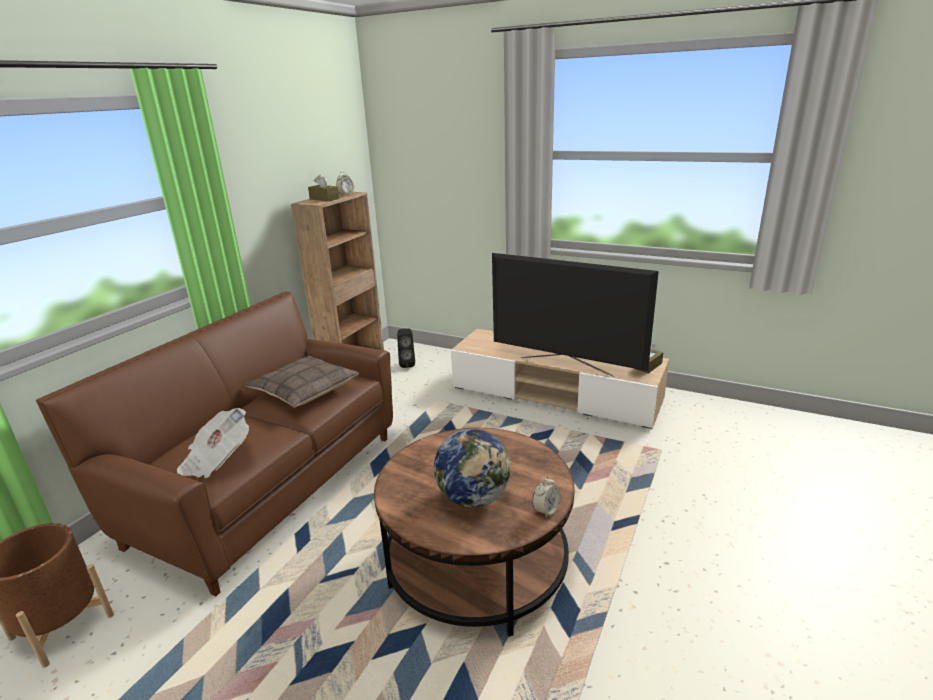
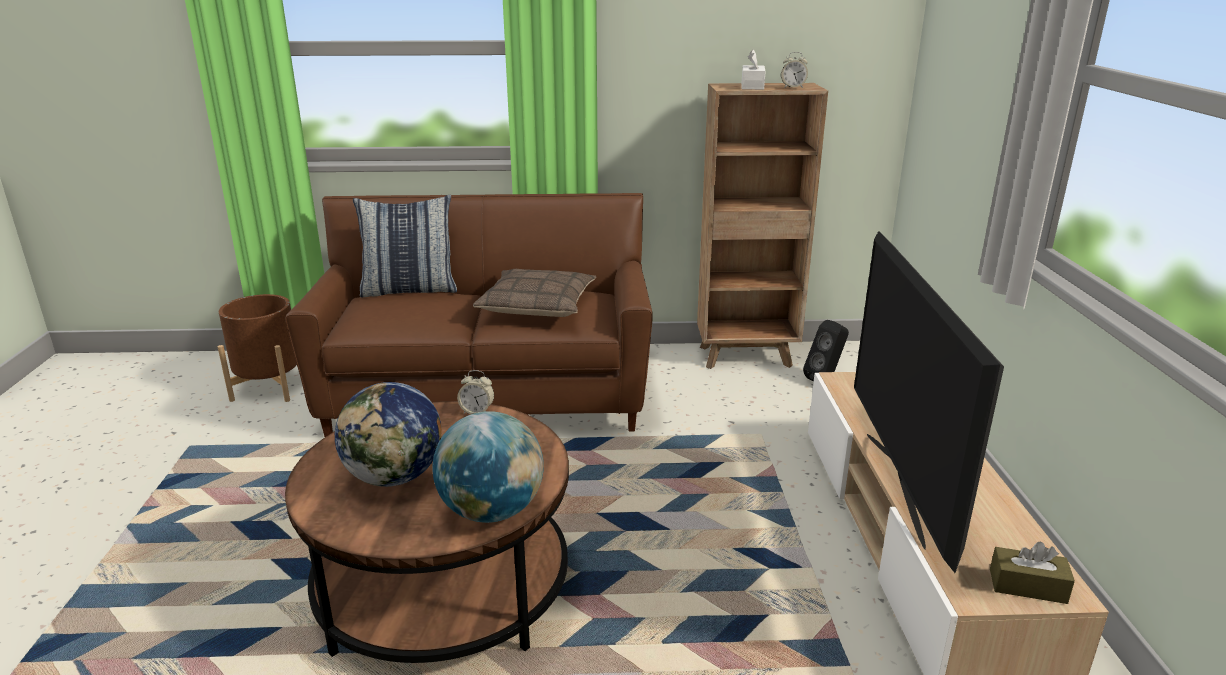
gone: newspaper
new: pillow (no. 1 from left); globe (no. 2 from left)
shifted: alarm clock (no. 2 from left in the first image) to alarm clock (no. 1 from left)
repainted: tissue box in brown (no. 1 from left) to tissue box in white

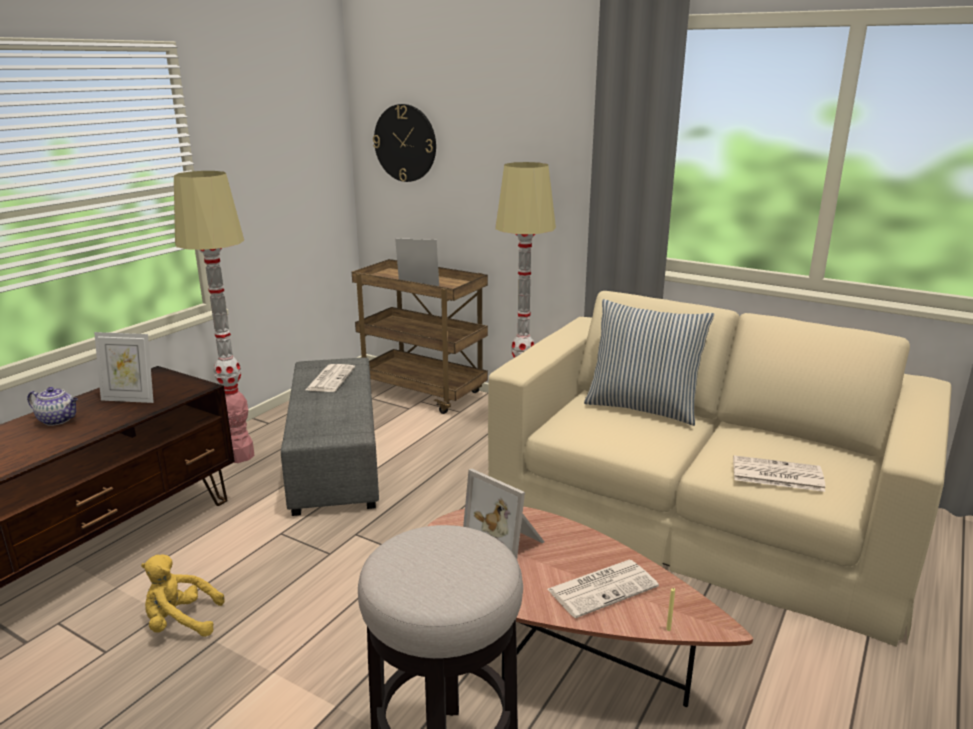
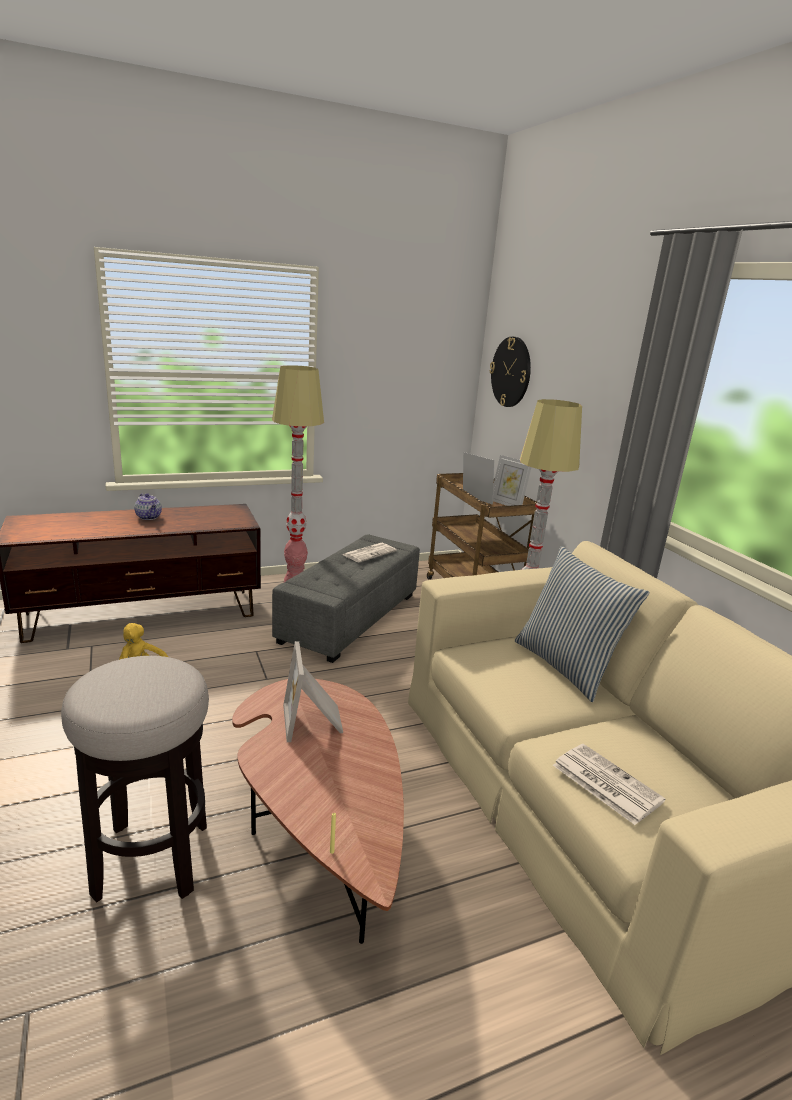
gone: newspaper (no. 2 from left)
shifted: picture frame (no. 1 from left in the first image) to picture frame (no. 3 from left)

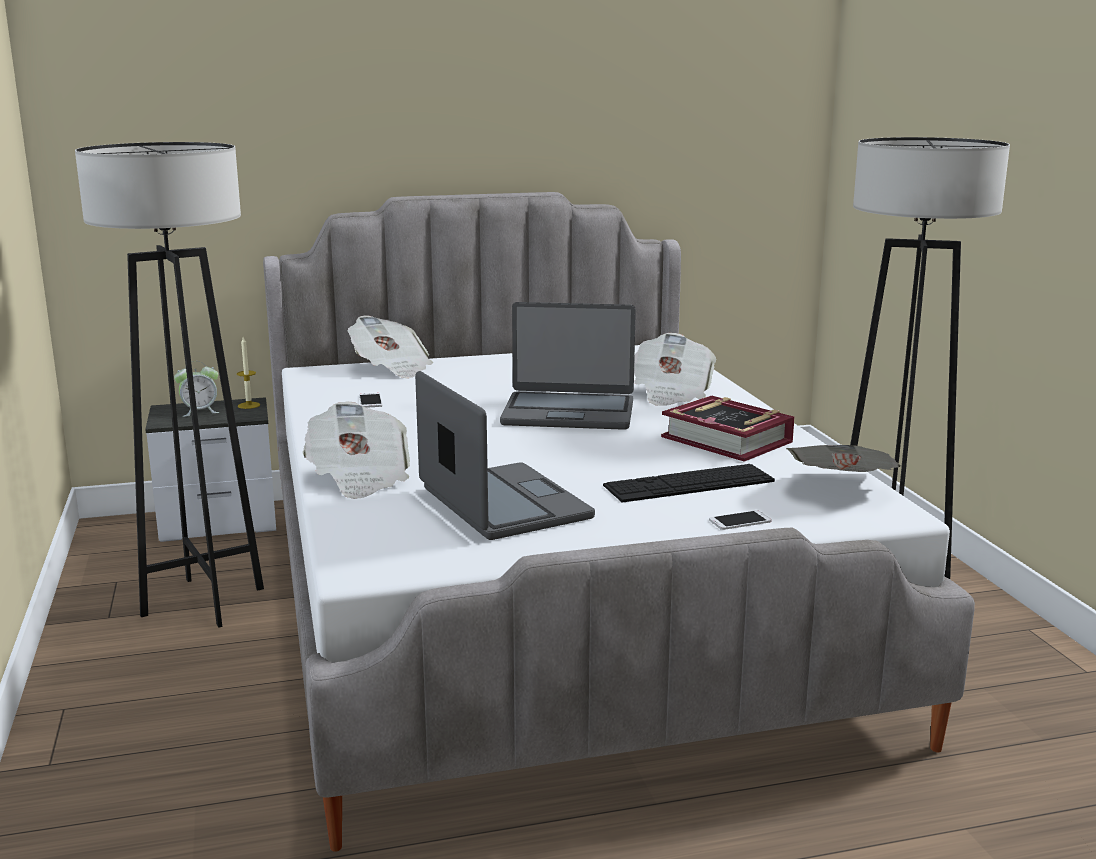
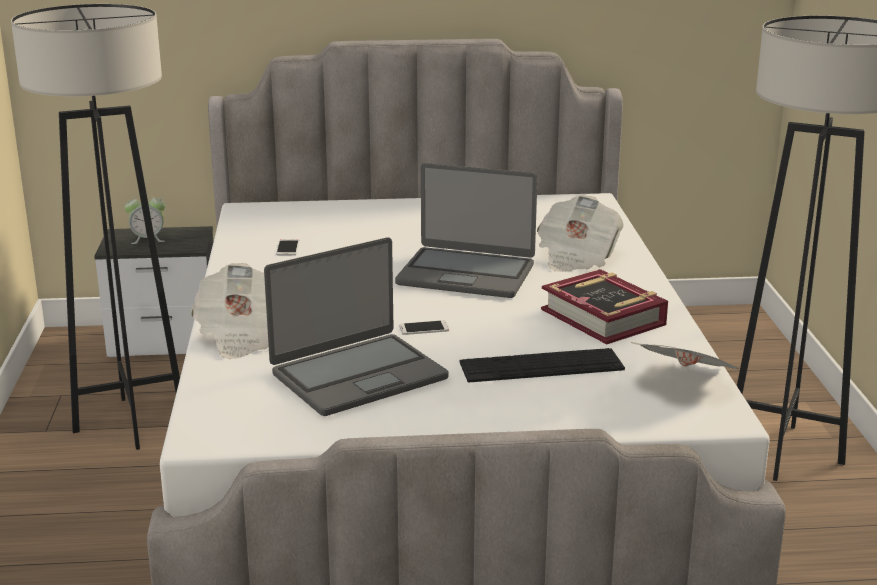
gone: candle; newspaper (no. 2 from left)
shifted: phone (no. 2 from left)
rotated: laptop (no. 1 from left) 75 degrees clockwise

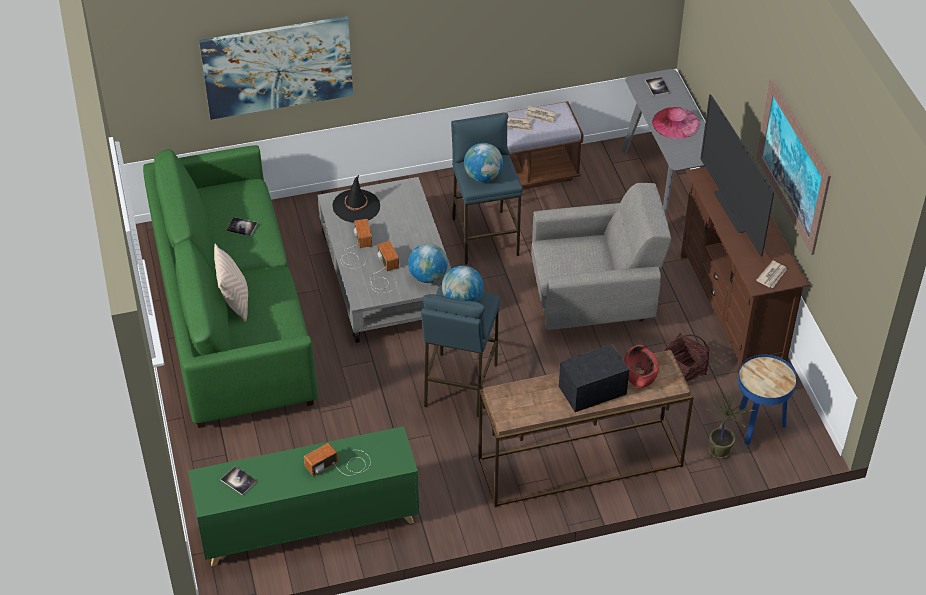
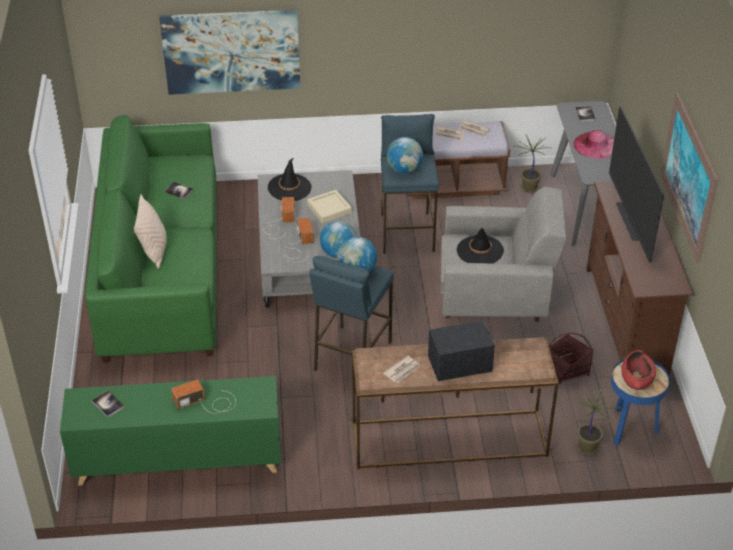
new: tray in beige; hat in black (no. 2 from left); potted plant (no. 1 from left)
shifted: newspaper (no. 3 from left in the first image) to newspaper (no. 1 from left); bowl in red

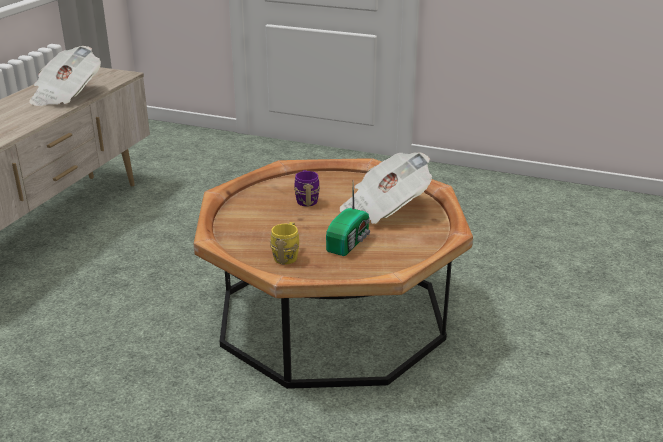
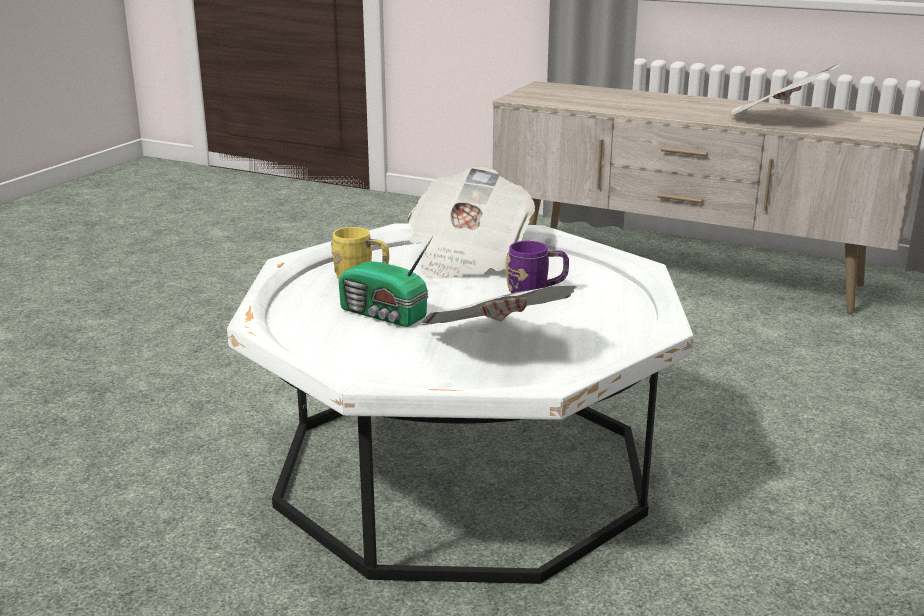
new: newspaper (no. 1 from left)
repainted: coffee table in brown to coffee table in white

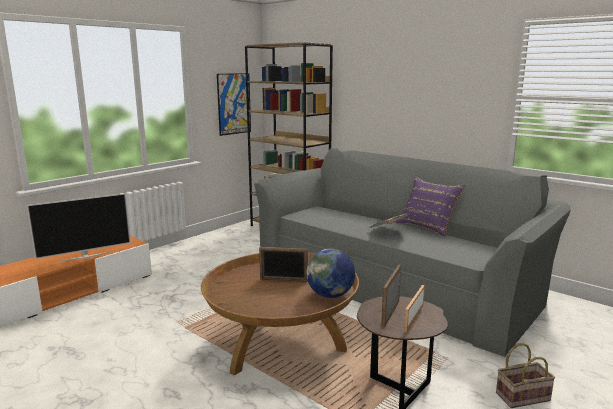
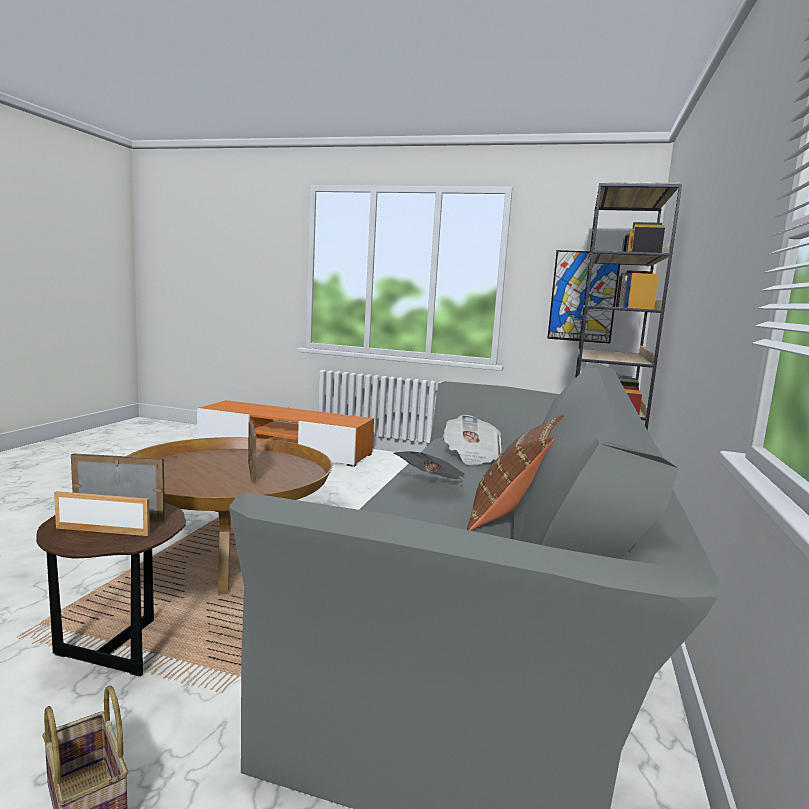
gone: television; globe
new: newspaper (no. 2 from left)
repainted: pillow in purple to pillow in brown

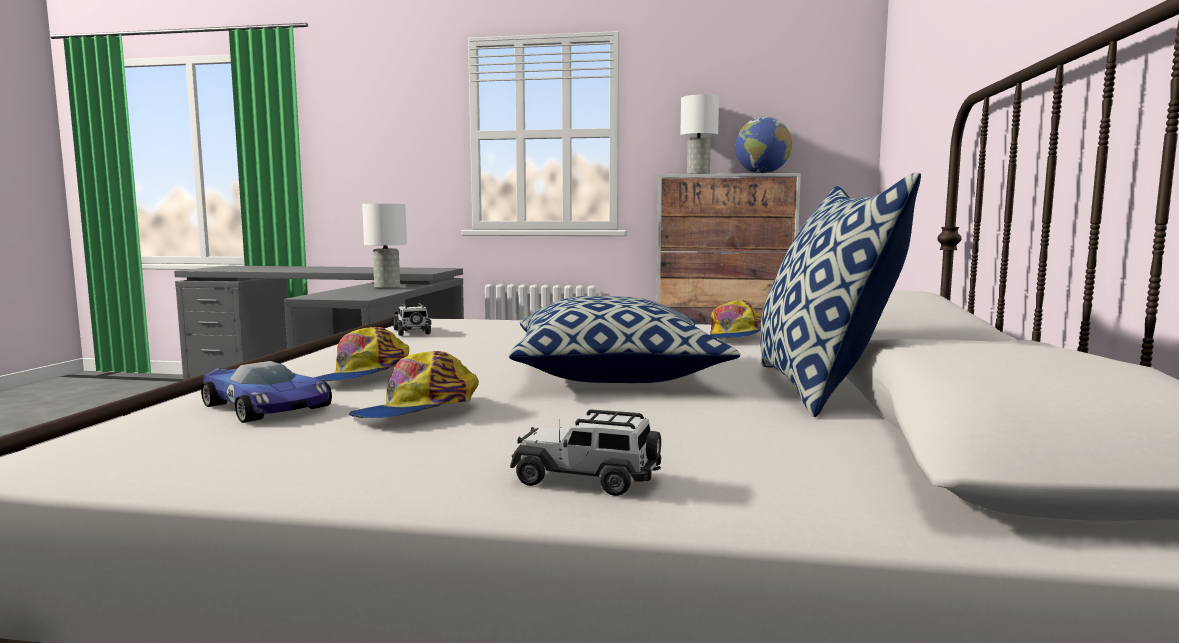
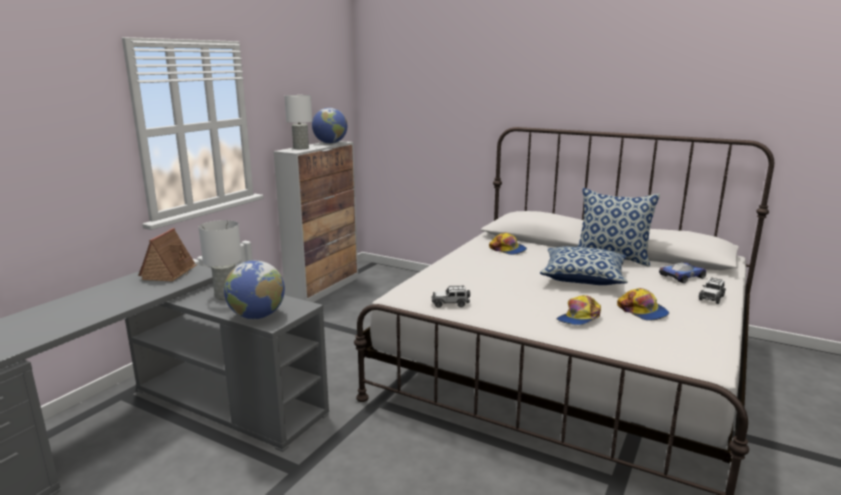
new: toy house; globe (no. 1 from left)
shifted: toy car (no. 1 from left in the first image) to toy car (no. 2 from left)
rotated: cap (no. 1 from left in the first image) 90 degrees clockwise

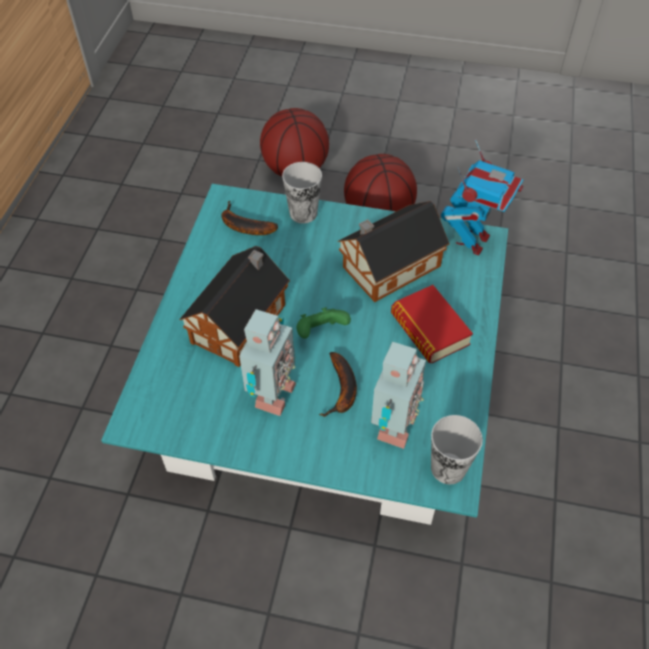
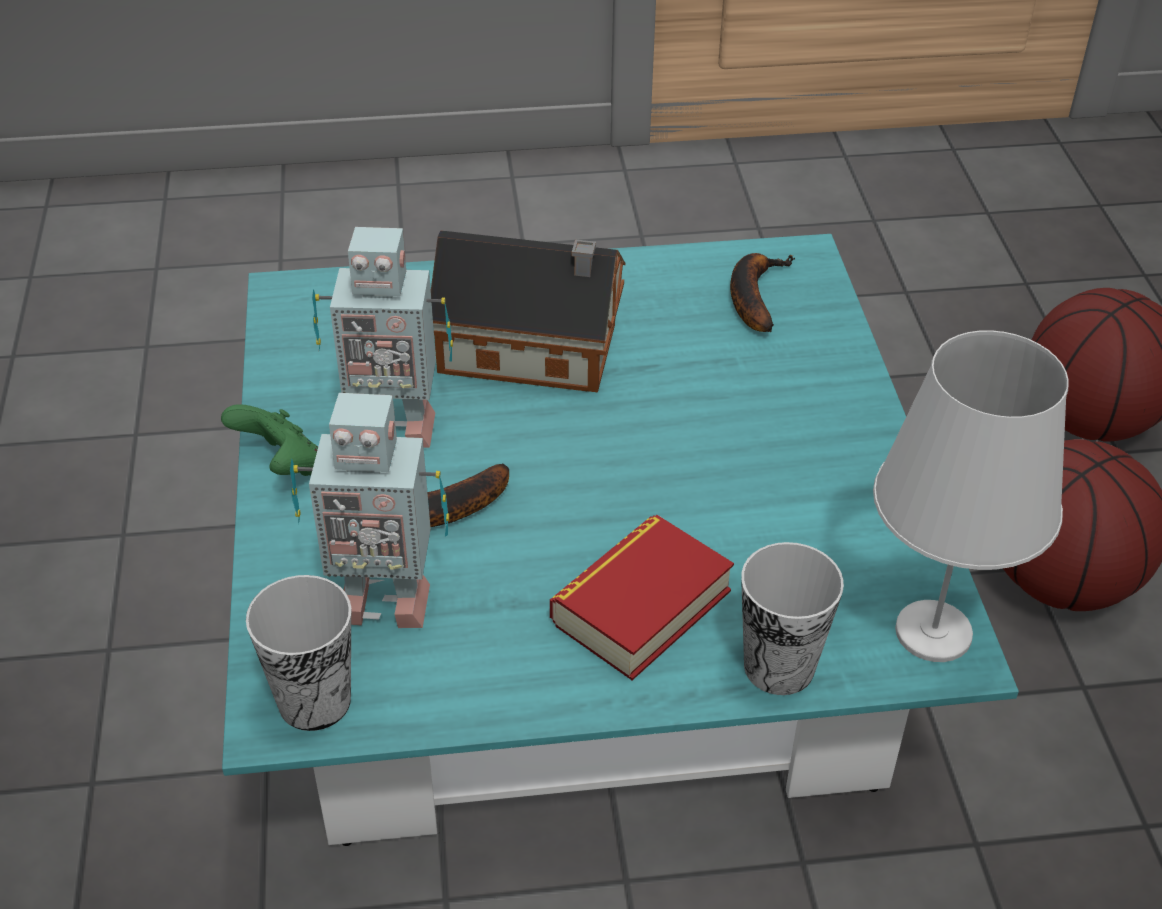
gone: toy house (no. 2 from left)
shifted: game controller in green; cup (no. 1 from left in the first image) to cup (no. 2 from left)
swapped: toy robot (no. 3 from left) to table lamp in white

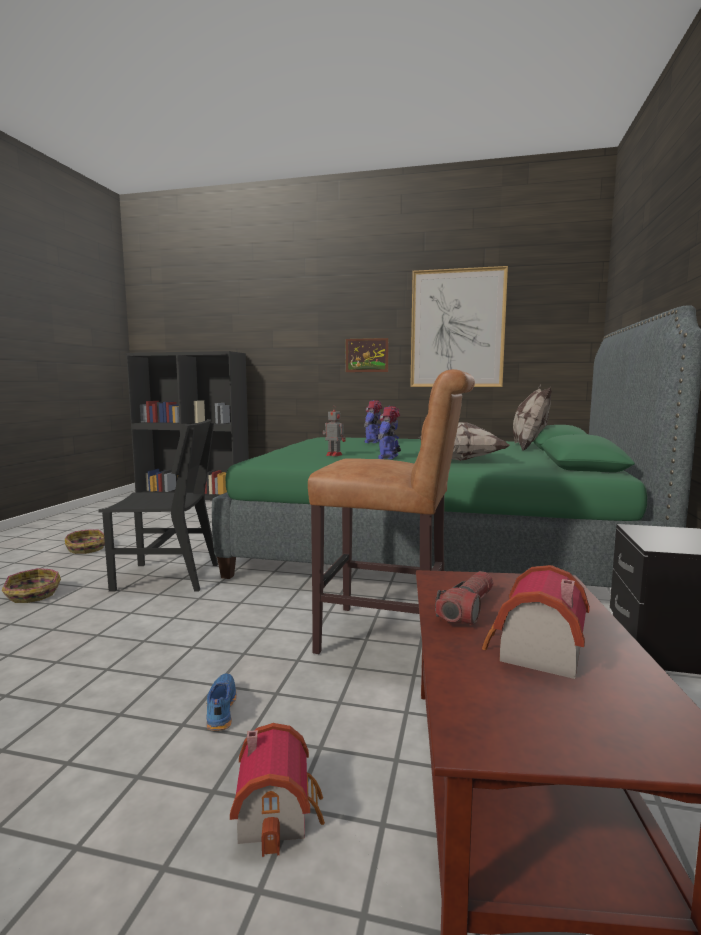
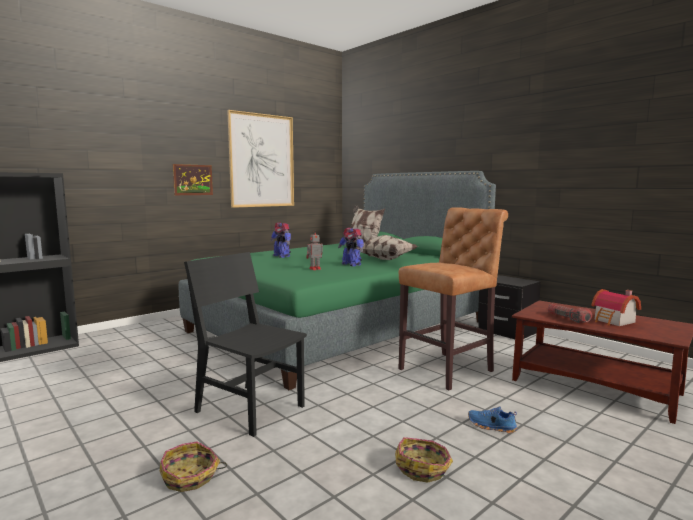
gone: toy house (no. 1 from left)
shifted: basket (no. 2 from left)
rotated: chair in black 90 degrees counterclockwise

